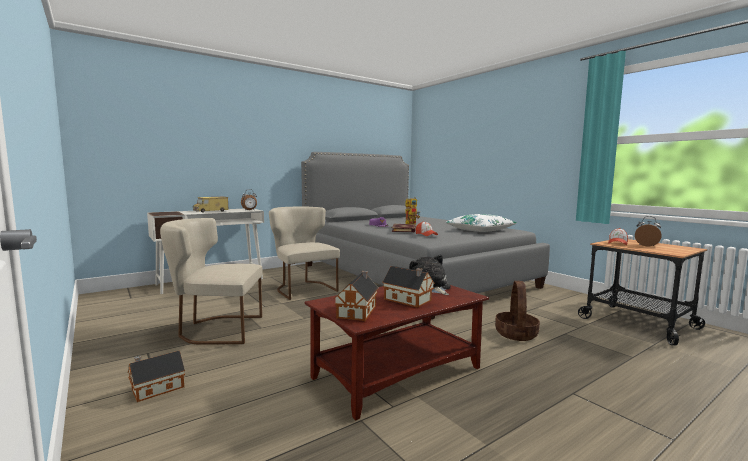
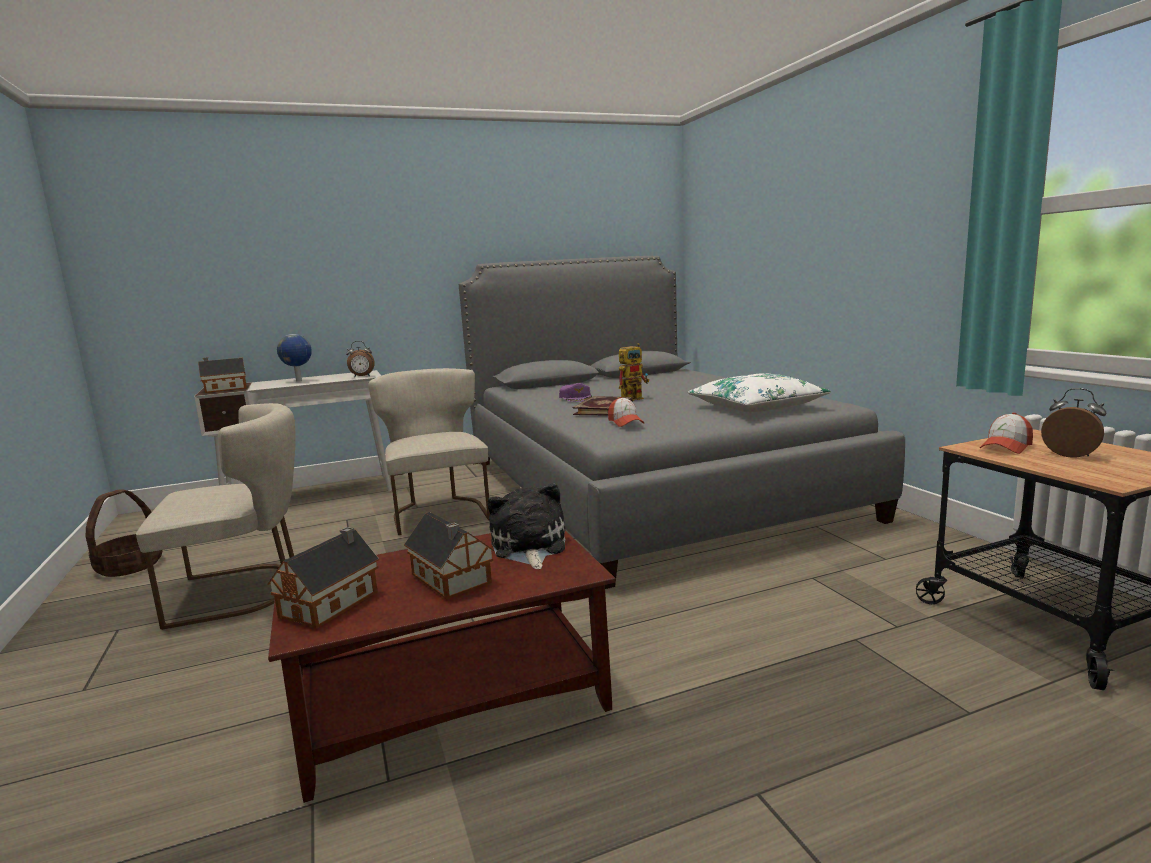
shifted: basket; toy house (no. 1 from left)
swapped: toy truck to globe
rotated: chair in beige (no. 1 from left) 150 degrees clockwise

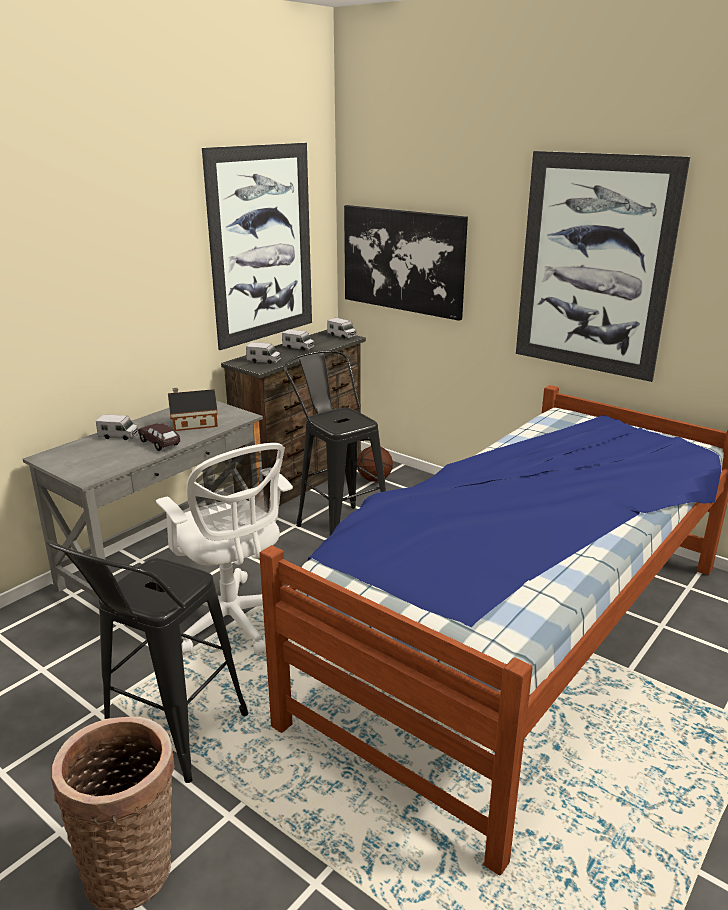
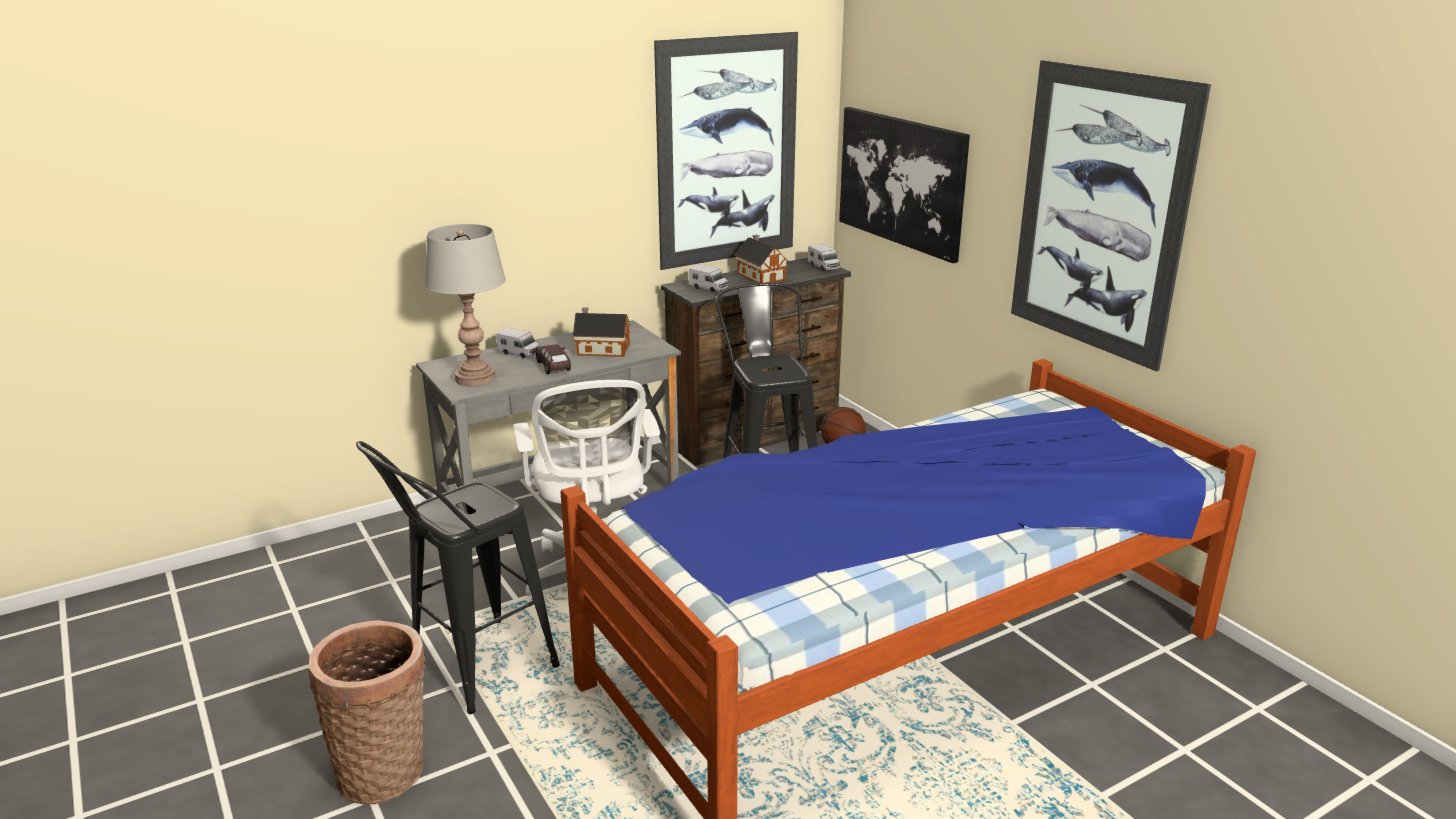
new: table lamp in grey
swapped: toy truck (no. 3 from left) to toy house (no. 2 from left)

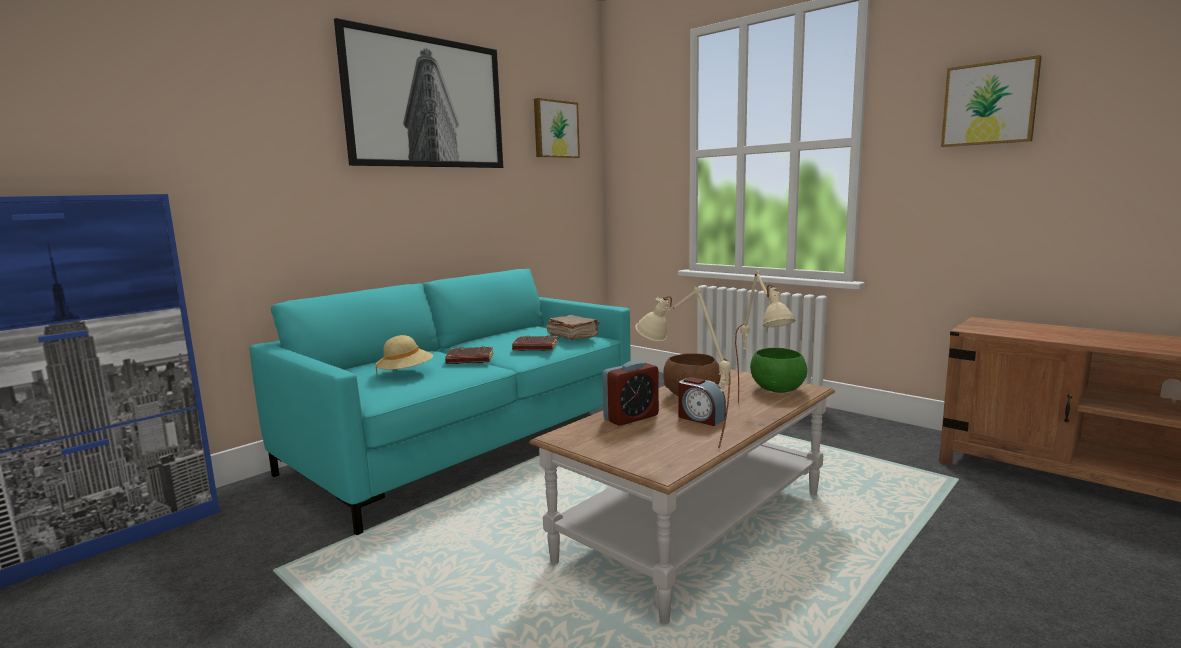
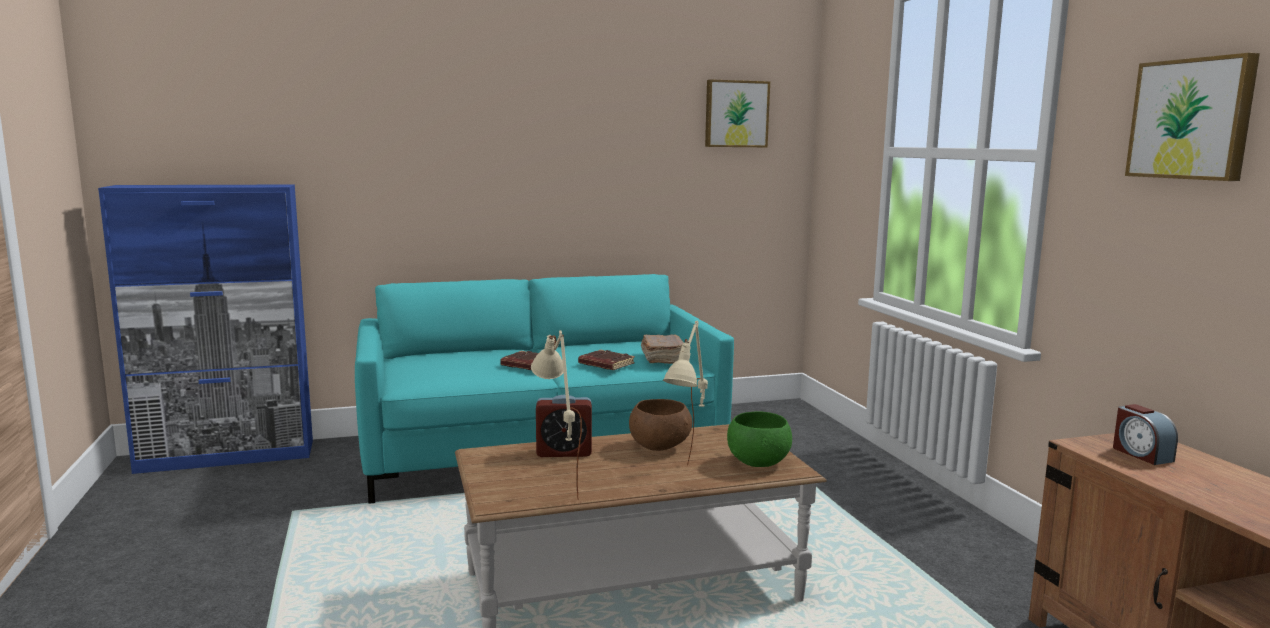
gone: picture (no. 1 from left); hat in beige
shifted: alarm clock (no. 2 from left)

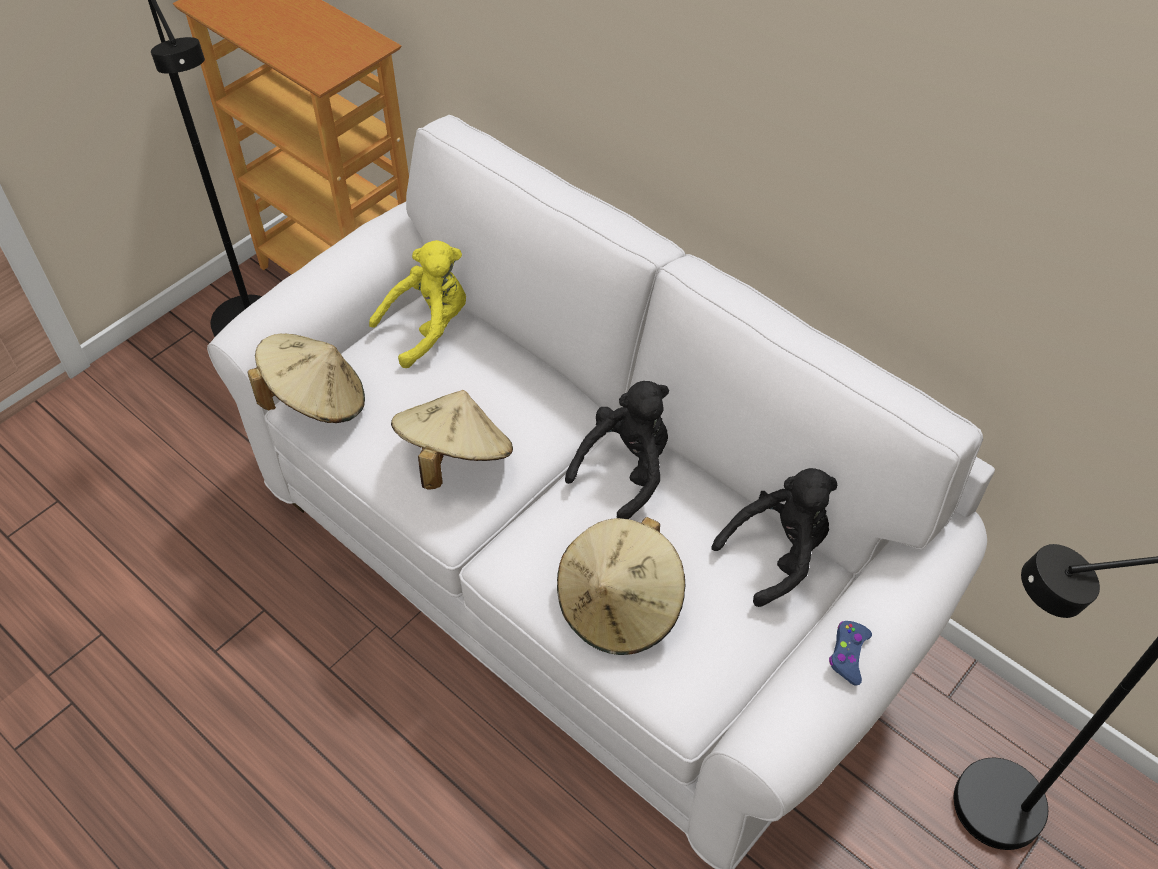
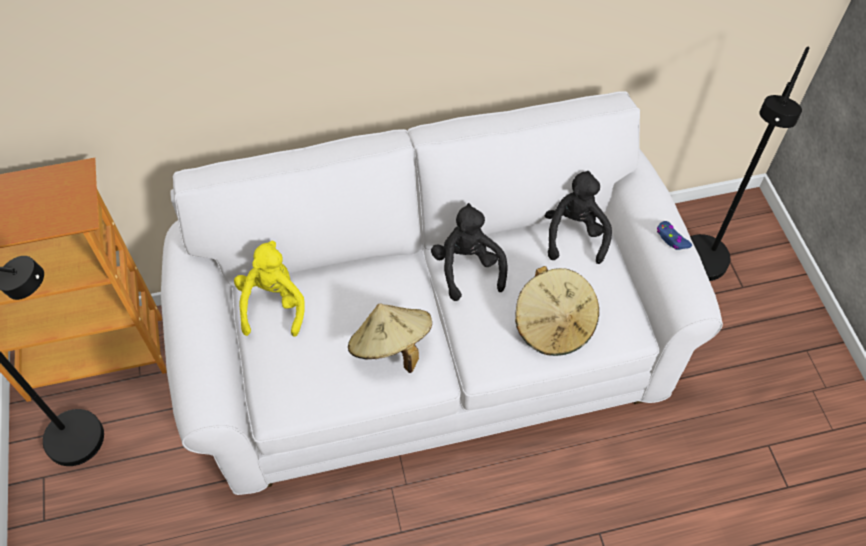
gone: hat in beige (no. 1 from left)

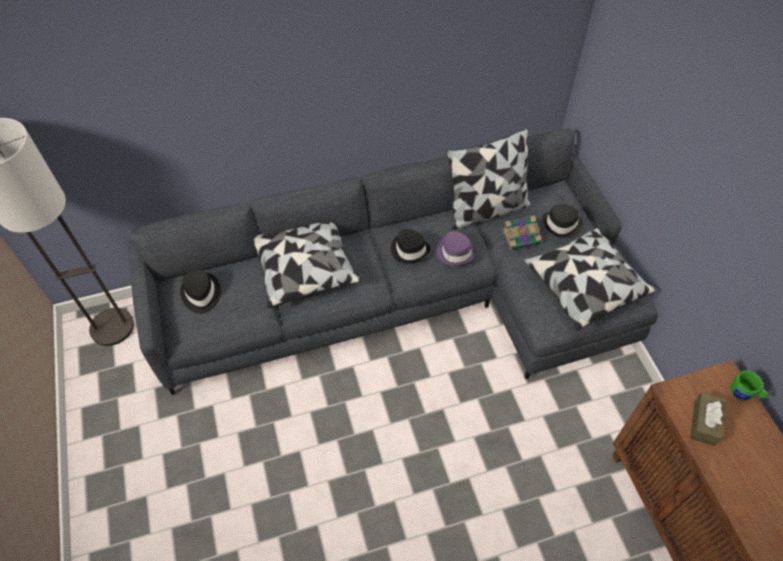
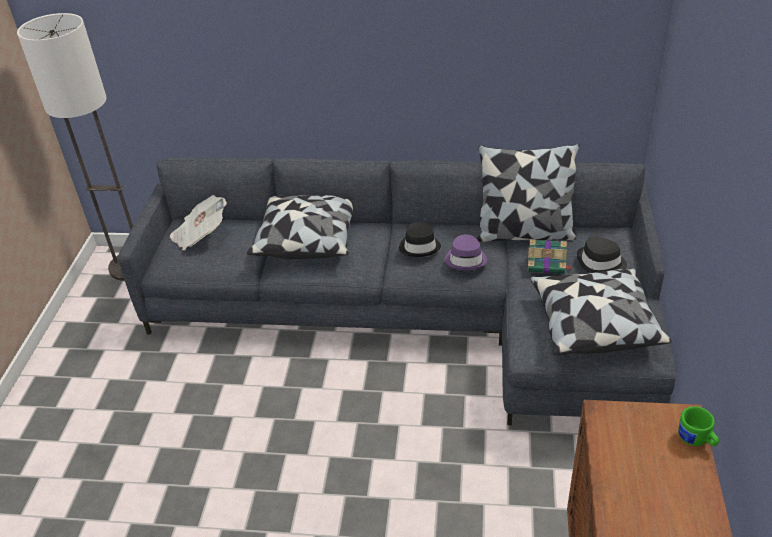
gone: tissue box in brown
swapped: hat in black (no. 1 from left) to newspaper

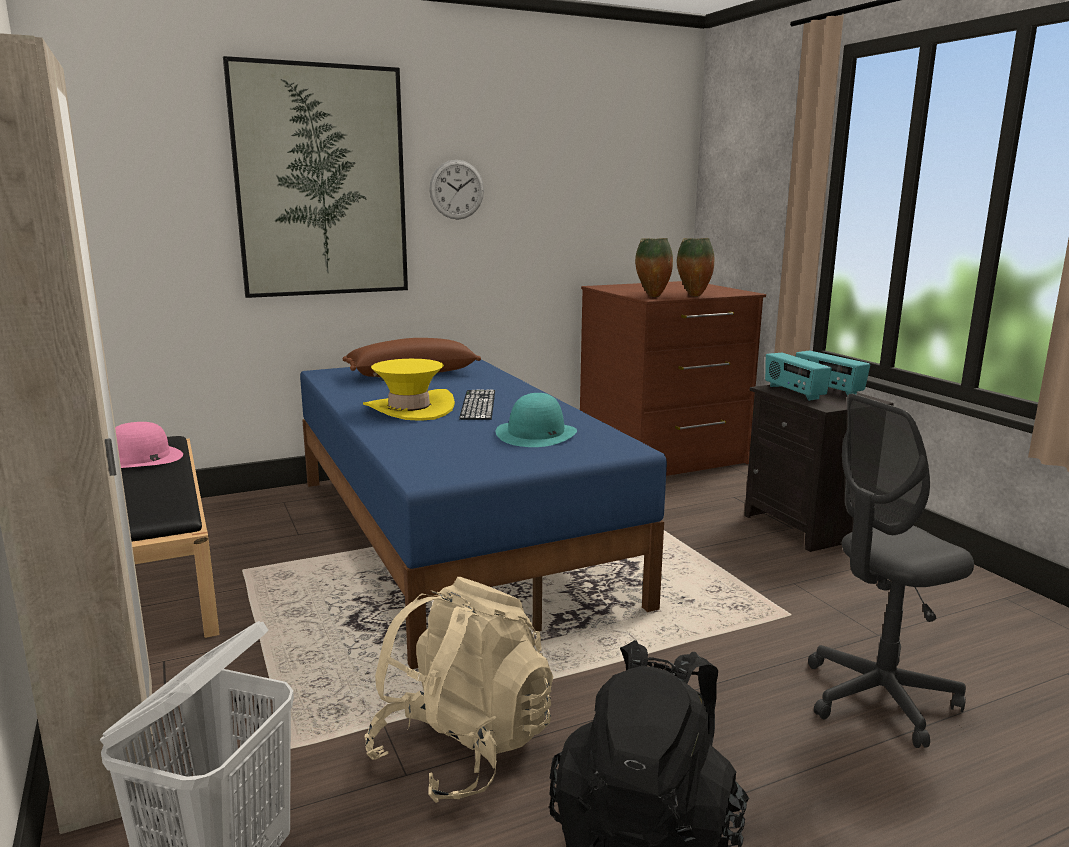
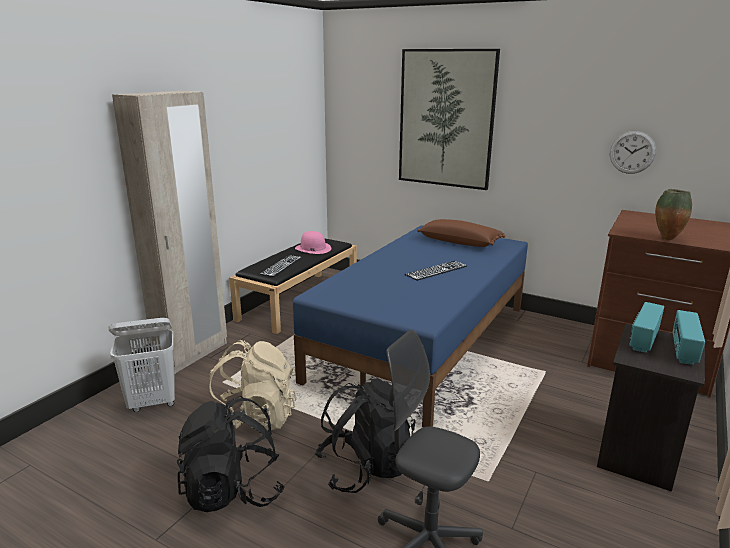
gone: hat in yellow; hat in turquoise; vase (no. 1 from left)
new: keyboard (no. 1 from left); backpack in black (no. 2 from left)
shifted: wall clock

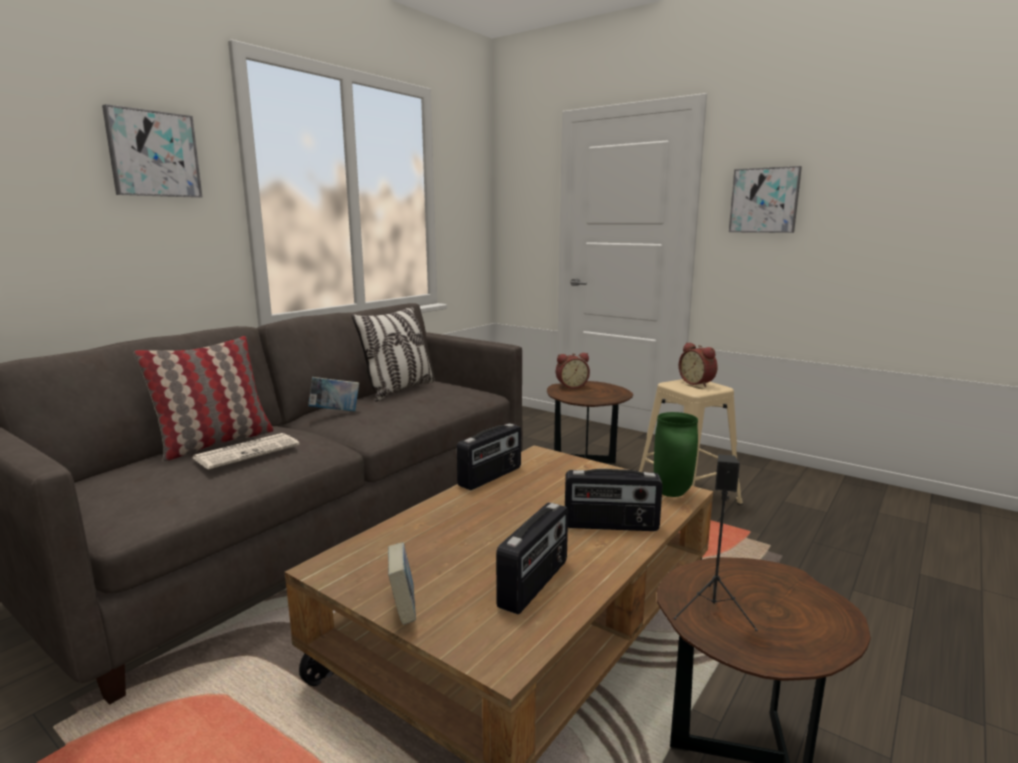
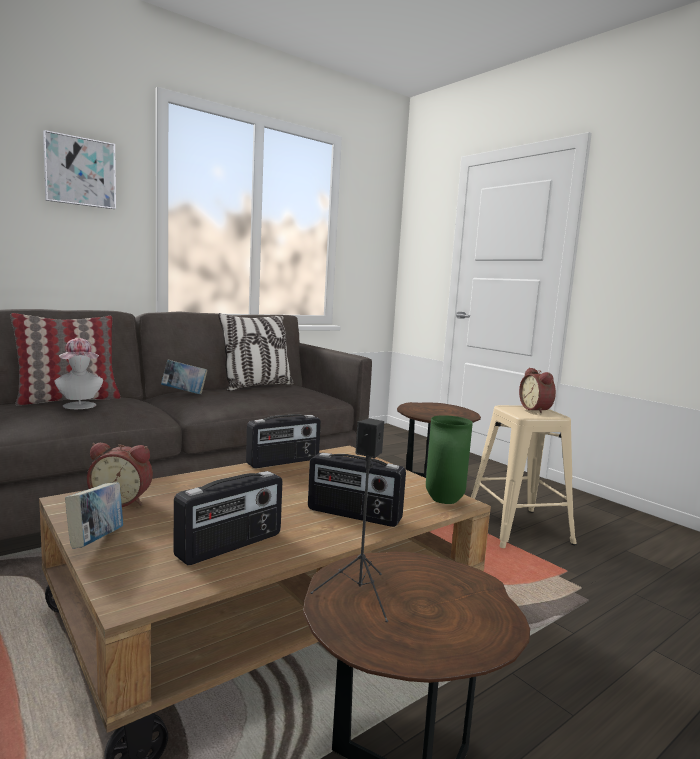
gone: picture (no. 2 from left)
shifted: alarm clock (no. 1 from left)
swapped: newspaper to hat

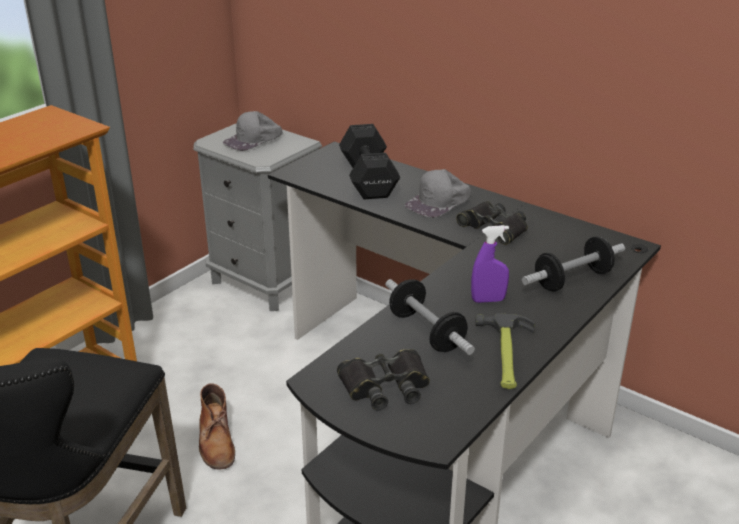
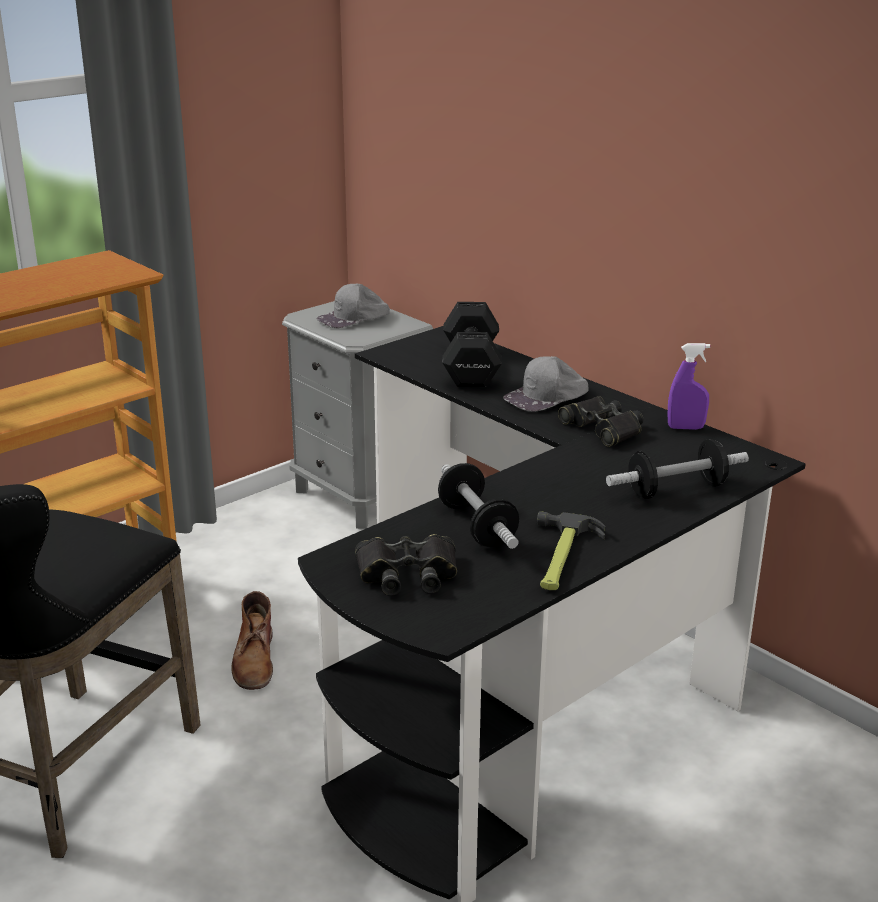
shifted: spray bottle in purple

